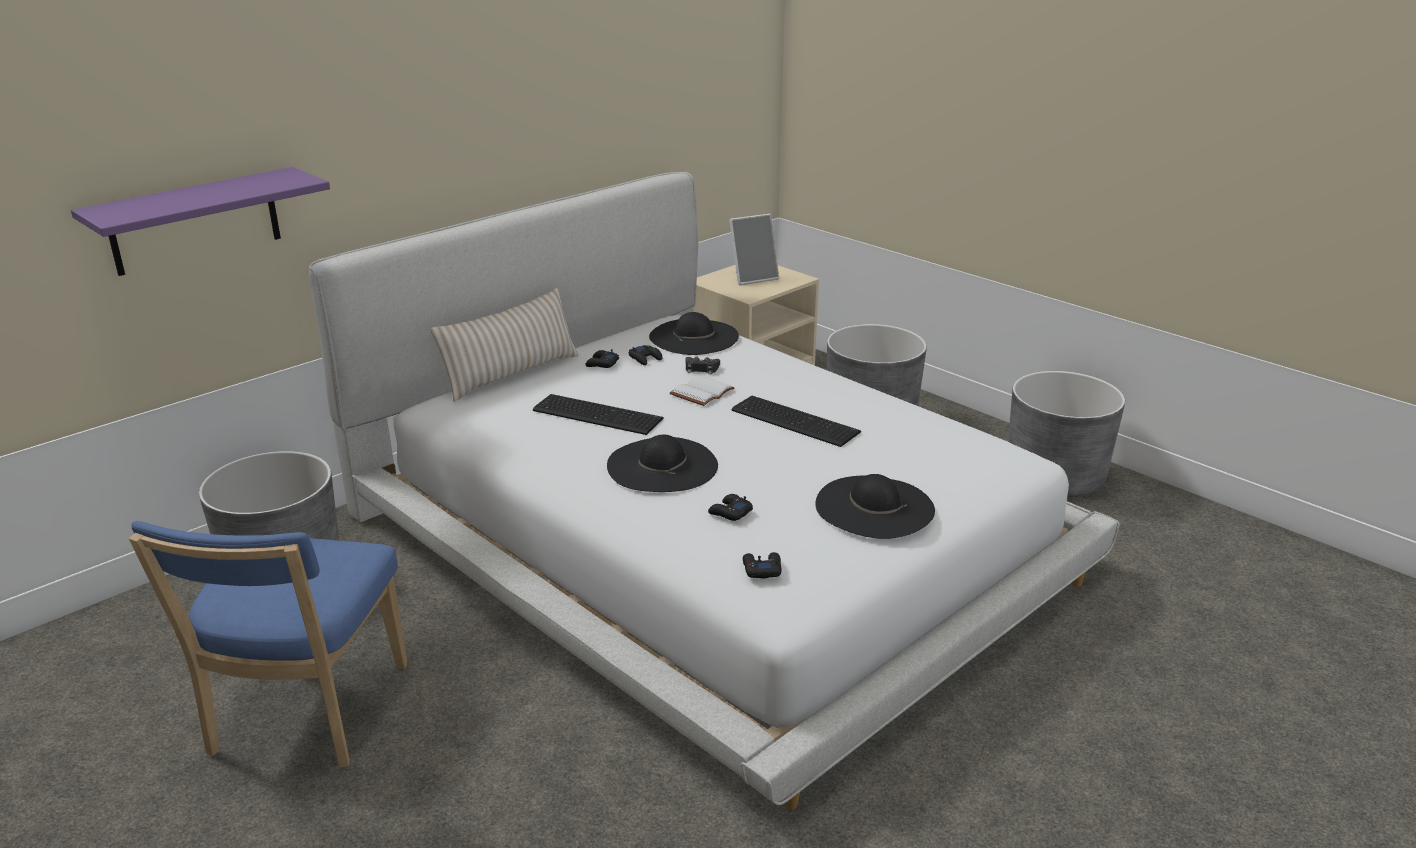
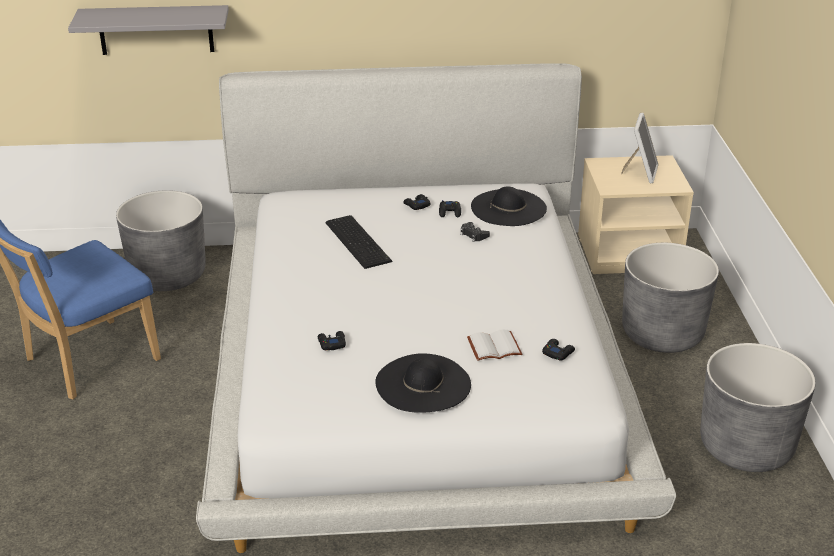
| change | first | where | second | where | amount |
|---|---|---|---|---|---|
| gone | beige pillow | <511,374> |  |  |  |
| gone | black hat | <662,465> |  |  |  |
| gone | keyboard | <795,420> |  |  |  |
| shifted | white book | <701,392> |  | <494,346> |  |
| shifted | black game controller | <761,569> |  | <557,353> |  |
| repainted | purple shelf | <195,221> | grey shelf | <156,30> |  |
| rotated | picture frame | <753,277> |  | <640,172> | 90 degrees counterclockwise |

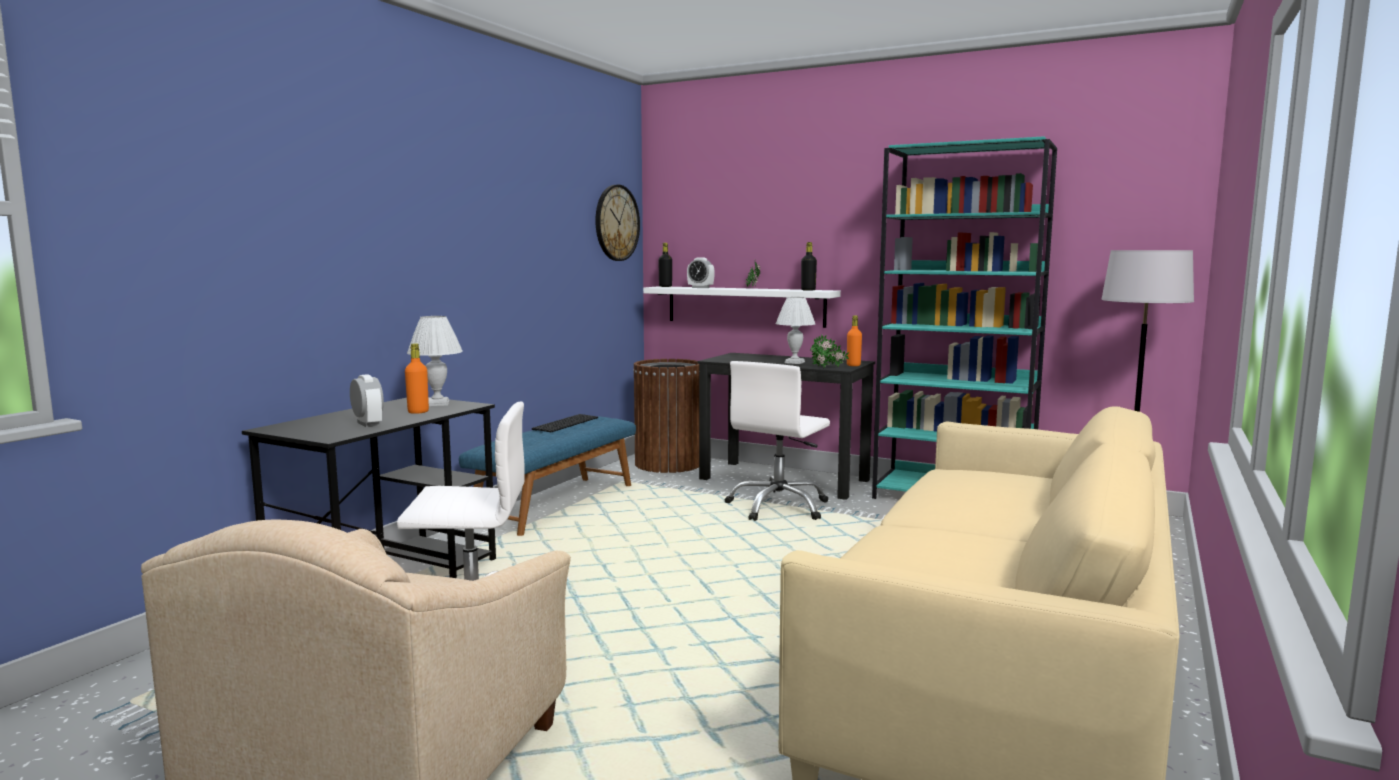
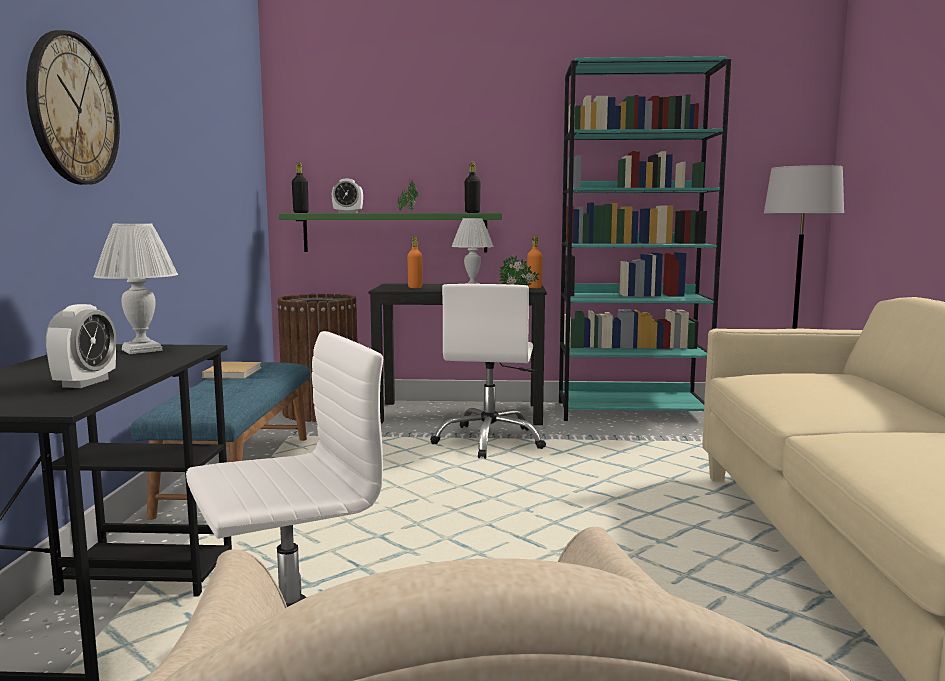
| change | first | where | second | where | amount |
|---|---|---|---|---|---|
| shifted | orange bottle | <418,412> |  | <415,287> |  |
| shifted | wall clock | <616,223> |  | <73,109> |  |
| swapped | keyboard | <565,423> | beige book | <233,372> |  |
| repainted | white shelf | <745,306> | green shelf | <395,232> |  |
| rotated | alarm clock | <368,424> |  | <85,383> | 75 degrees clockwise |

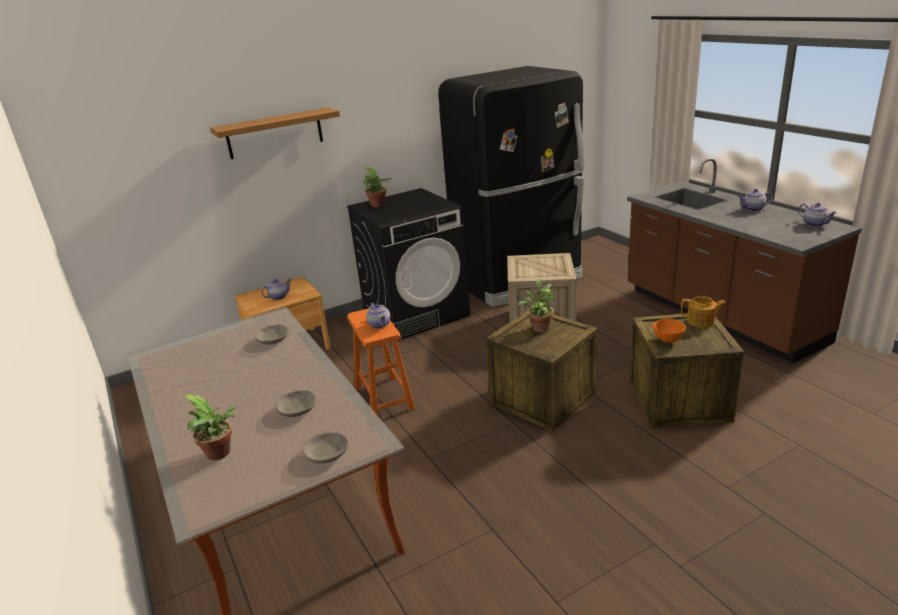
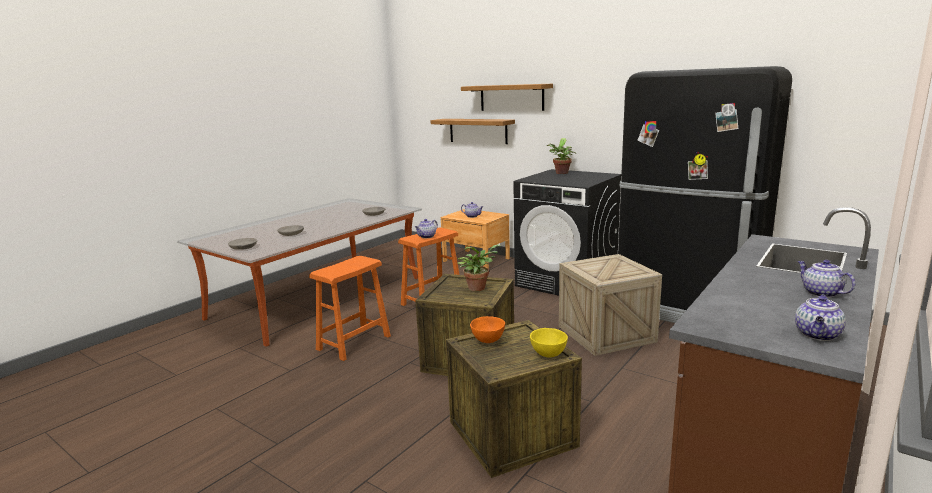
| change | first | where | second | where | amount |
|---|---|---|---|---|---|
| gone | potted plant | <220,454> |  |  |  |
| new |  |  | orange stool | <354,343> |  |
| new |  |  | shelf | <478,131> |  |
| swapped | teapot | <701,321> | yellow bowl | <548,354> |  |

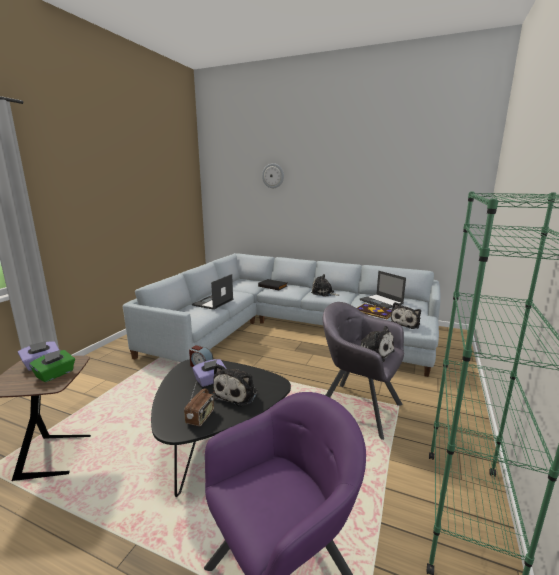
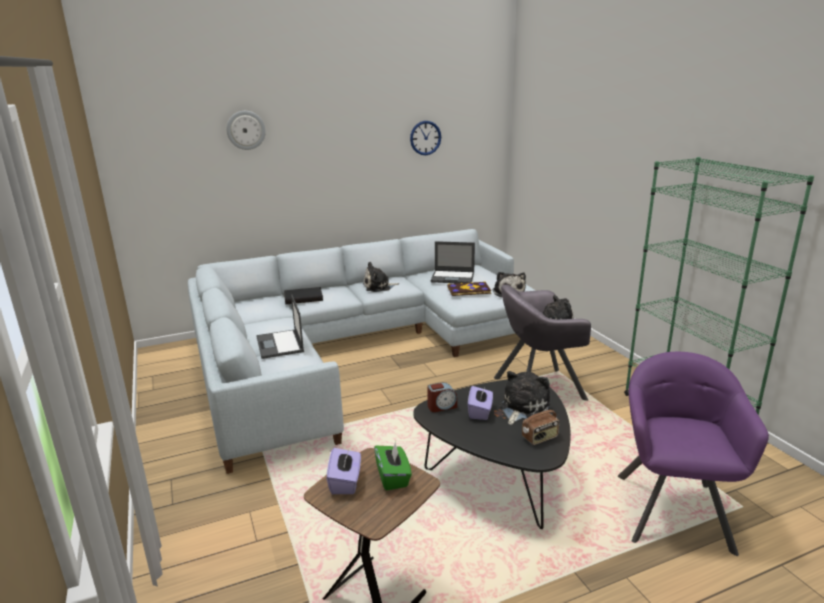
| change | first | where | second | where | amount |
|---|---|---|---|---|---|
| new |  |  | wall clock | <425,138> |  |
| rotated | radio | <200,417> |  | <540,438> | 90 degrees clockwise |
| rotated | plush toy | <237,393> |  | <522,408> | 120 degrees counterclockwise |

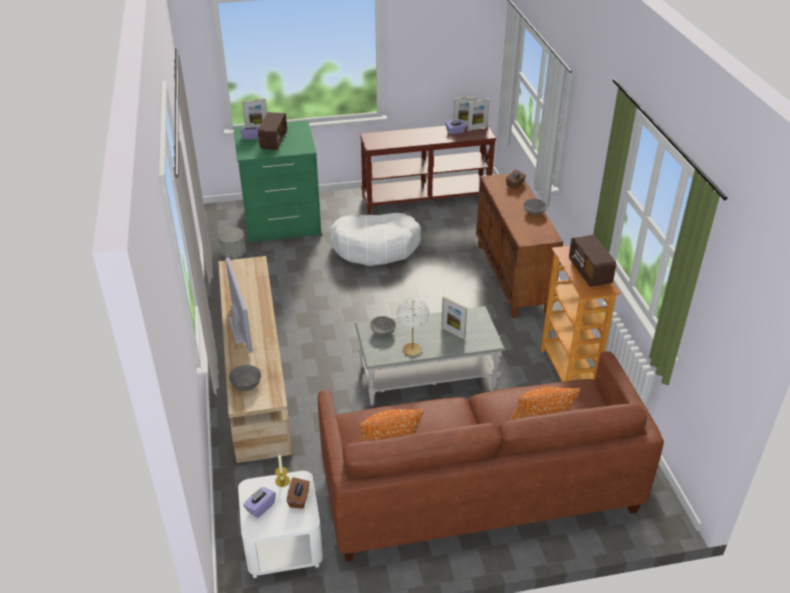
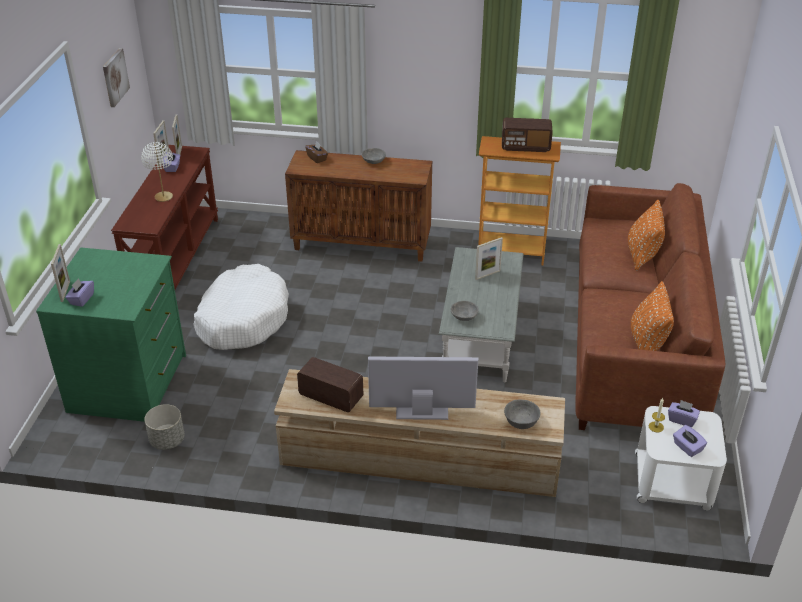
| change | first | where | second | where | amount |
|---|---|---|---|---|---|
| new |  |  | picture | <114,77> |  |
| shifted | radio | <273,141> |  | <331,397> |  |
| shifted | white table lamp | <412,350> |  | <164,197> |  |
| repainted | brown tissue box | <299,499> | purple tissue box | <682,419> |  |

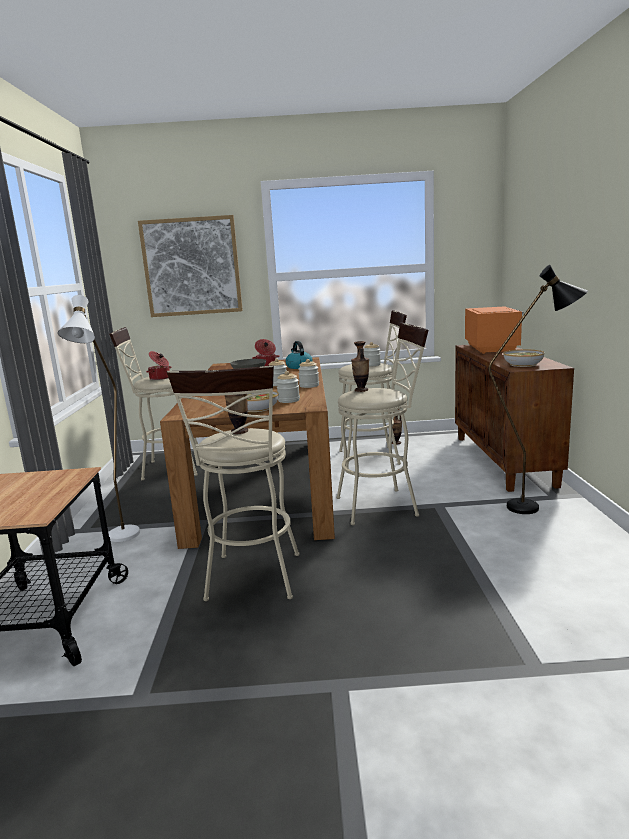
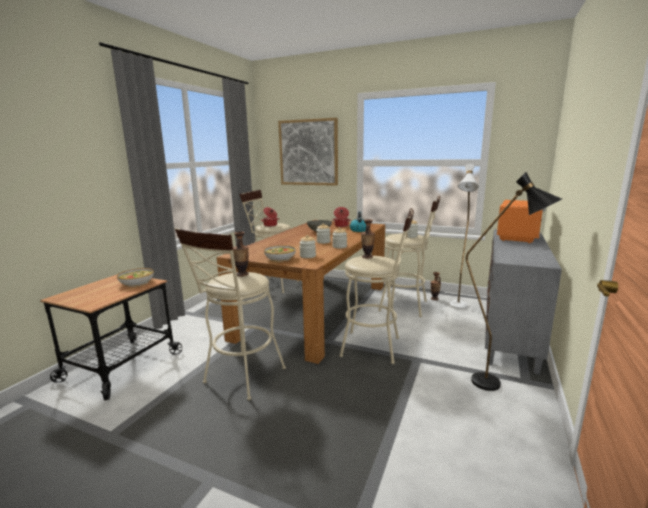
| change | first | where | second | where | amount |
|---|---|---|---|---|---|
| shifted | white floor lamp | <121,540> |  | <458,308> |  |
| shifted | bowl | <523,364> |  | <136,283> |  |
| repainted | brown cabinet | <504,460> | grey cabinet | <510,335> |  |

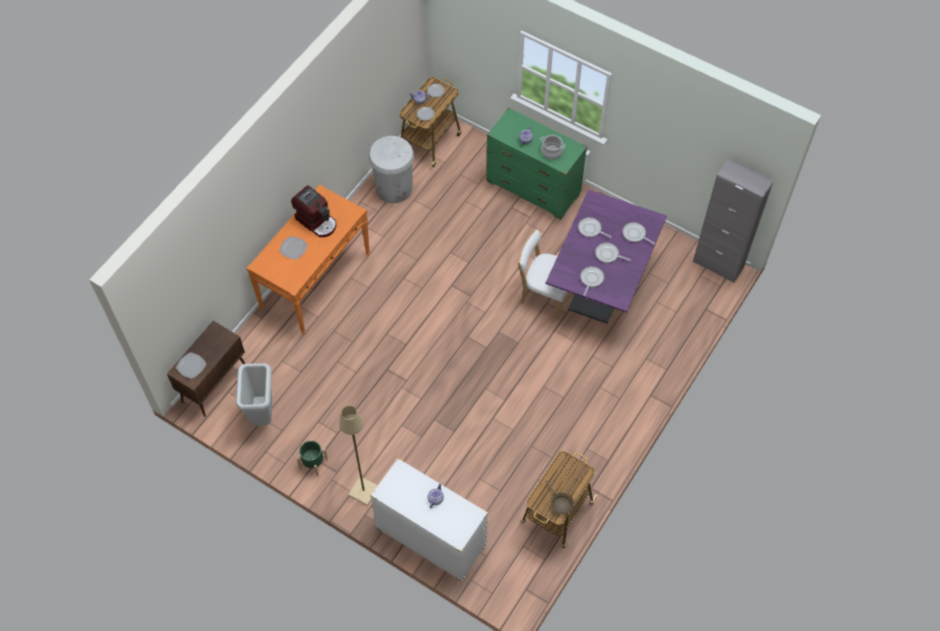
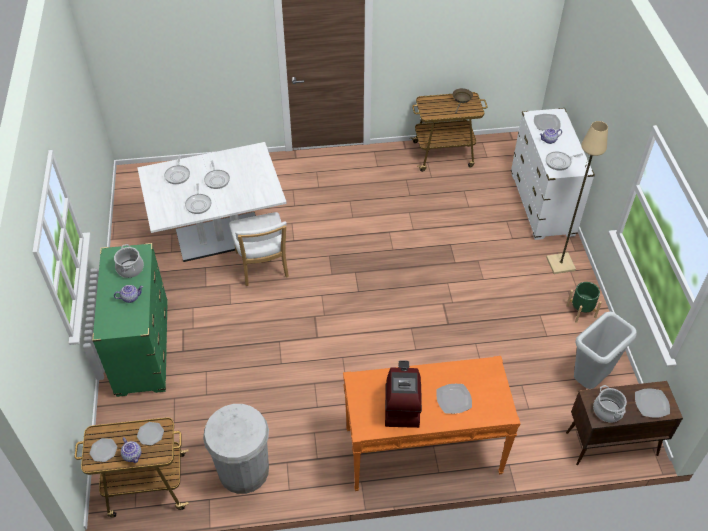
| change | first | where | second | where | amount |
|---|---|---|---|---|---|
| gone | grey cabinet | <718,265> |  |  |  |
| new |  |  | plate | <547,123> |  |
| new |  |  | cooking pot | <607,411> |  |
| shifted | frying pan | <591,279> |  | <559,162> |  |
| repainted | purple dining table | <600,286> | white dining table | <219,237> |  |

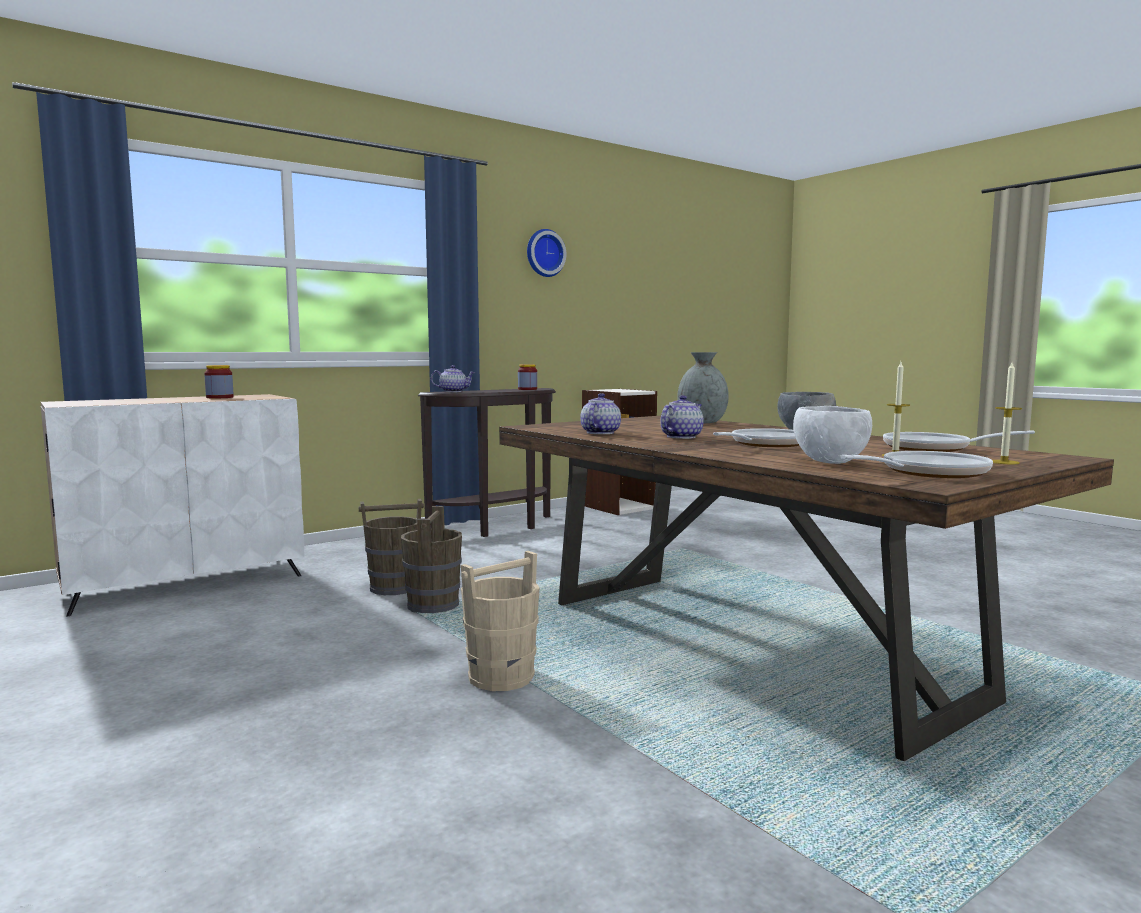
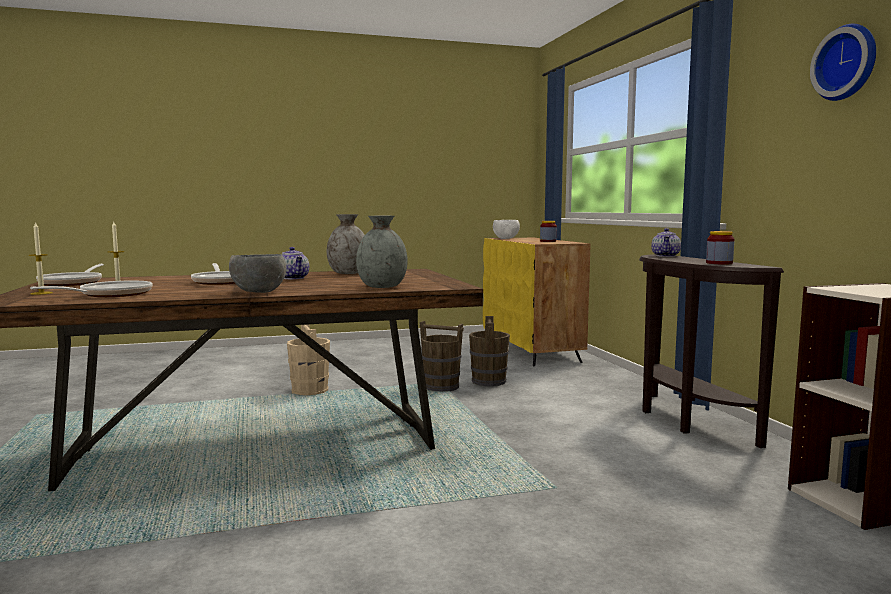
| change | first | where | second | where | amount |
|---|---|---|---|---|---|
| shifted | white bowl | <829,461> |  | <506,238> |  |
| swapped | teapot | <600,433> | grey vase | <348,273> |  |
| repainted | white cabinet | <187,583> | yellow cabinet | <531,350> |  |

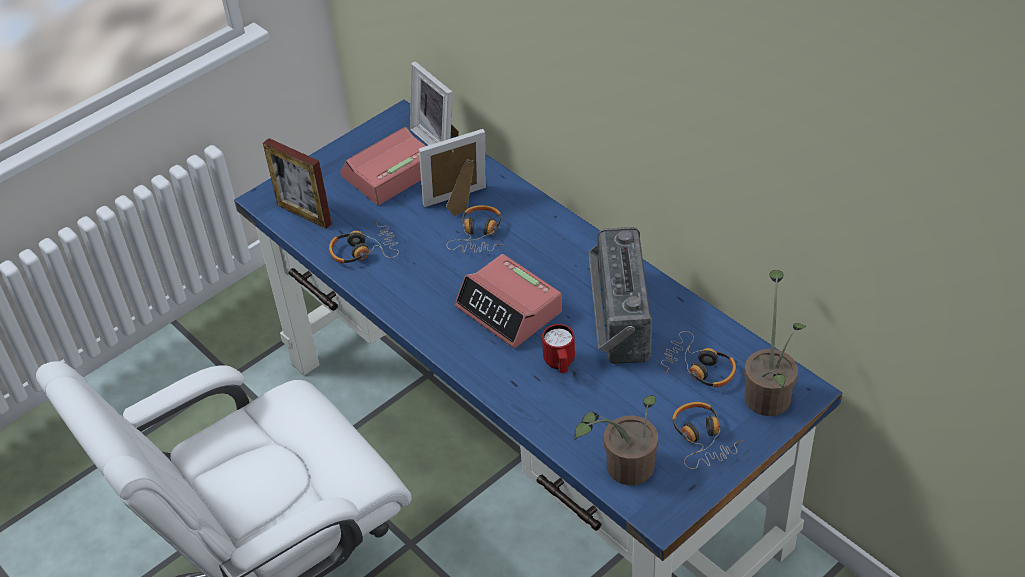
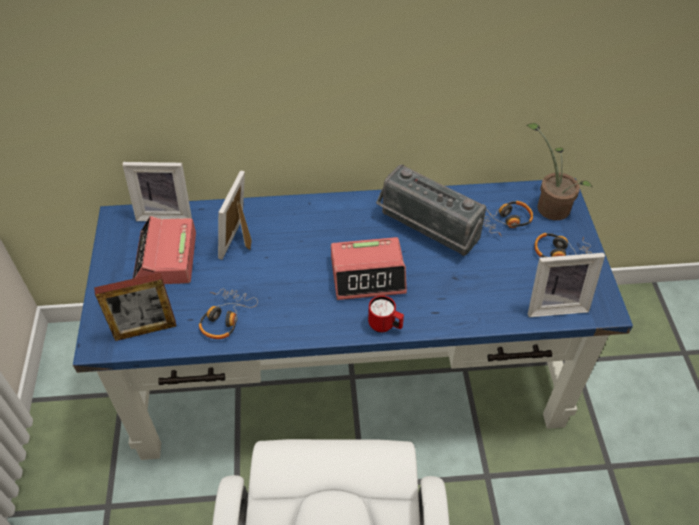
| change | first | where | second | where | amount |
|---|---|---|---|---|---|
| gone | headphones | <479,235> |  |  |  |
| shifted | red mug | <560,364> |  | <385,326> |  |
| swapped | potted plant | <623,469> | picture frame | <555,304> |  |

